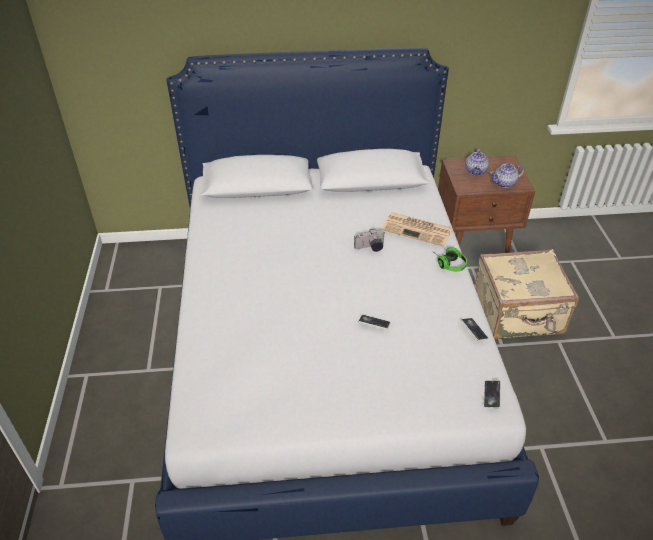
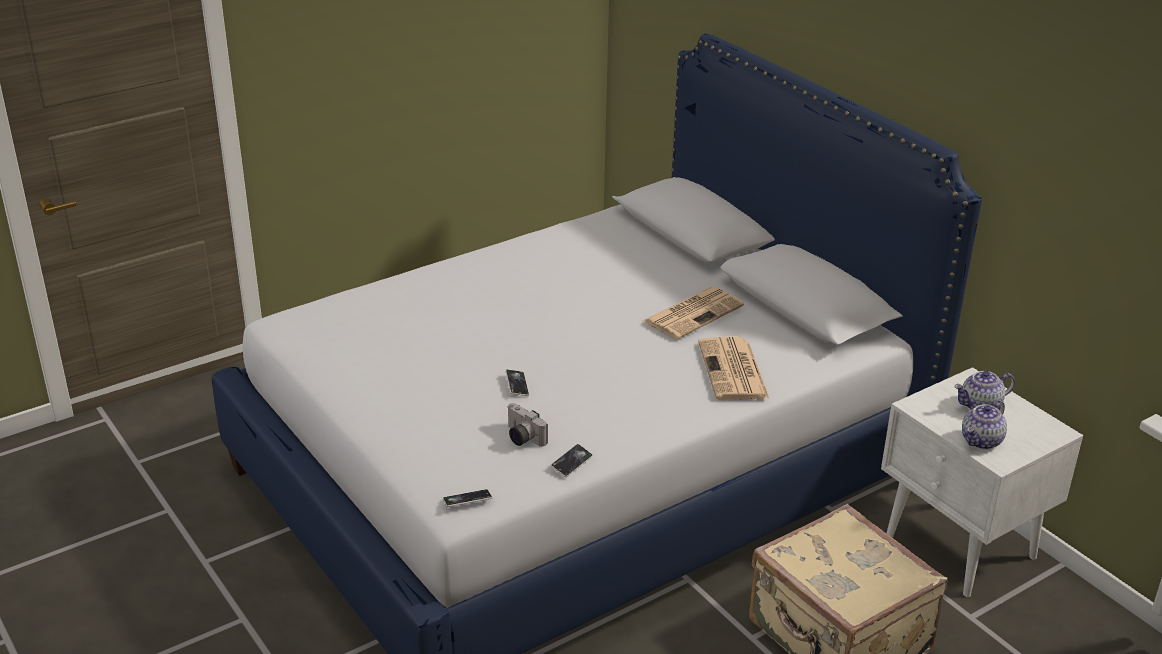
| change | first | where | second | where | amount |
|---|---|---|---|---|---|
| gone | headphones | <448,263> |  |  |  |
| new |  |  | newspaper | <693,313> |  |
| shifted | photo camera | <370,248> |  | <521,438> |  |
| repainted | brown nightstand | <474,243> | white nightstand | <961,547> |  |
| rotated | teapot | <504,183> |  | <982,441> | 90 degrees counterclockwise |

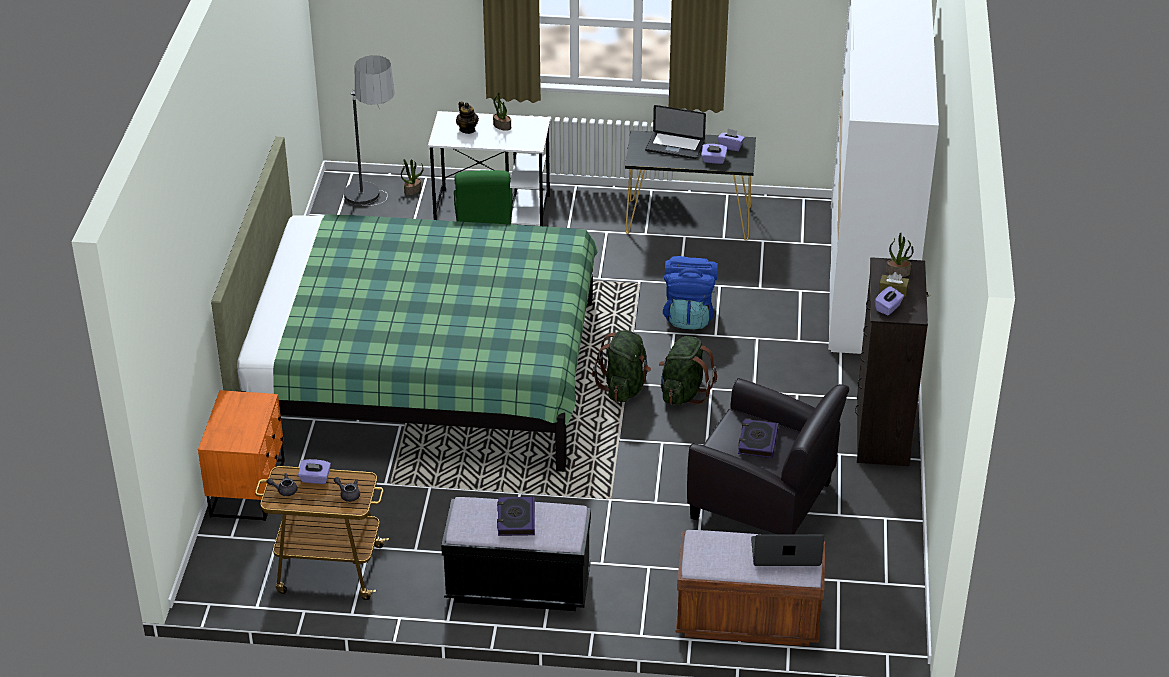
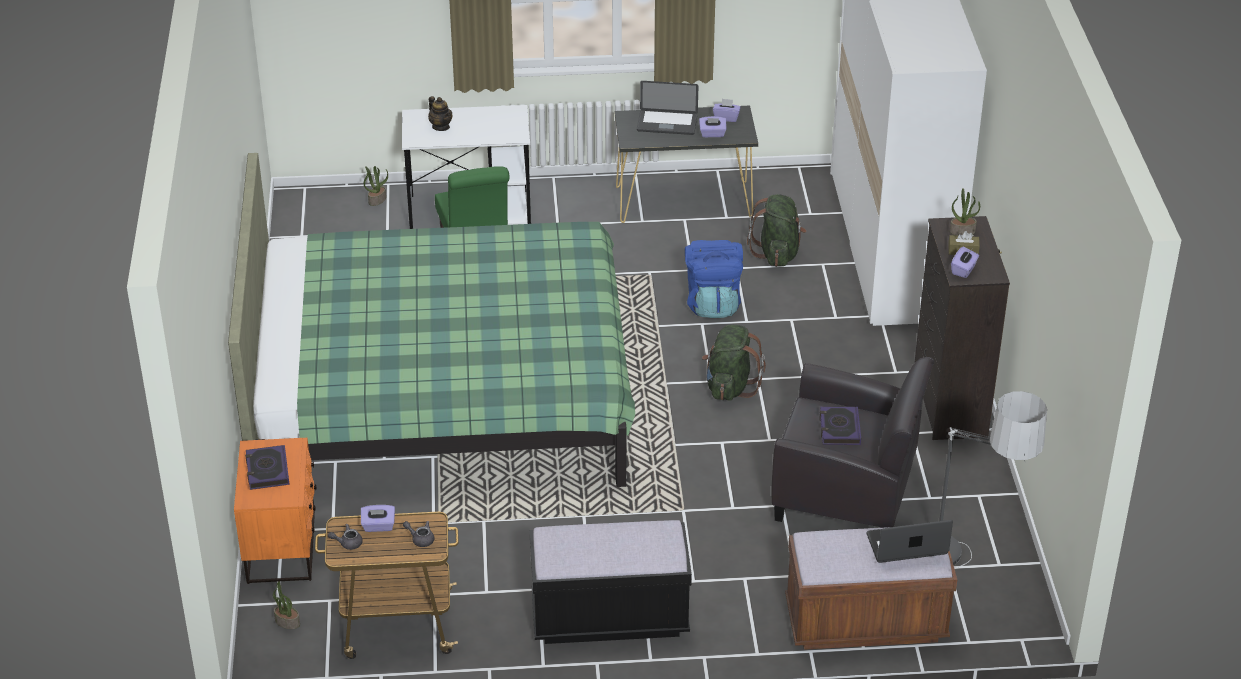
| change | first | where | second | where | amount |
|---|---|---|---|---|---|
| shifted | floor lamp | <374,210> |  | <965,575> |  |
| shifted | potted plant | <501,126> |  | <287,622> |  |
| shifted | book | <516,519> |  | <267,471> |  |
| shifted | green backpack | <624,387> |  | <777,253> |  |

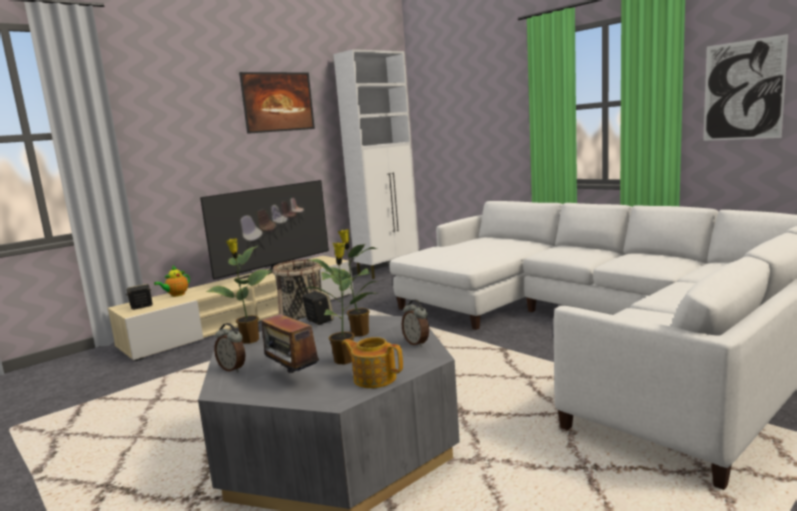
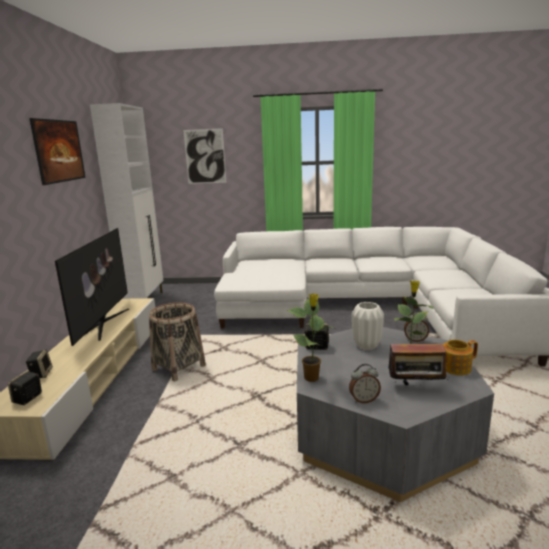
| change | first | where | second | where | amount |
|---|---|---|---|---|---|
| shifted | picture | <743,90> |  | <205,156> |  |
| swapped | teapot | <176,295> | speaker | <41,374> |  |
| swapped | potted plant | <358,333> | white vase | <367,346> |  |

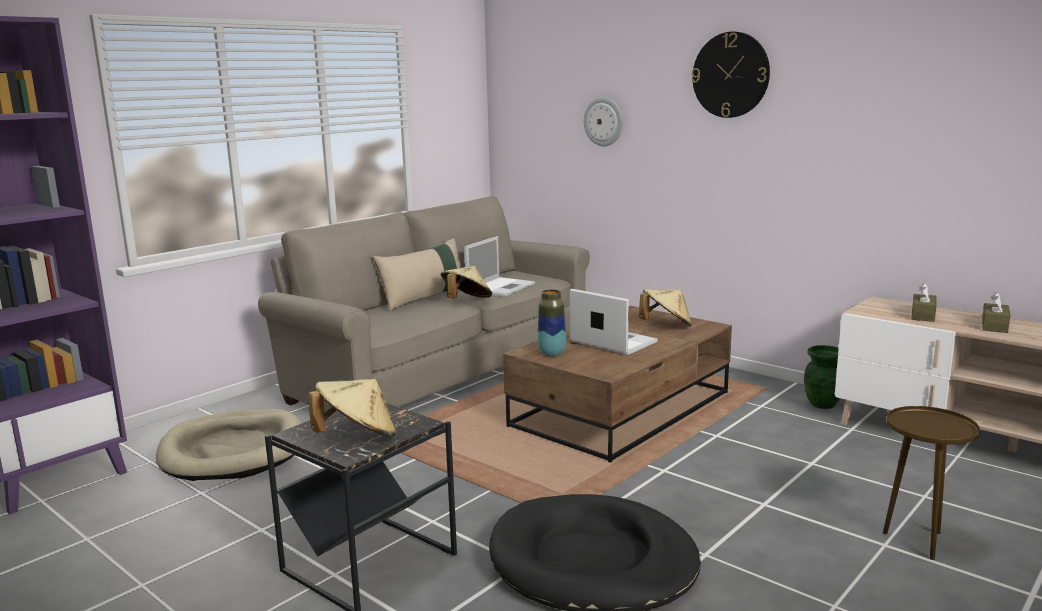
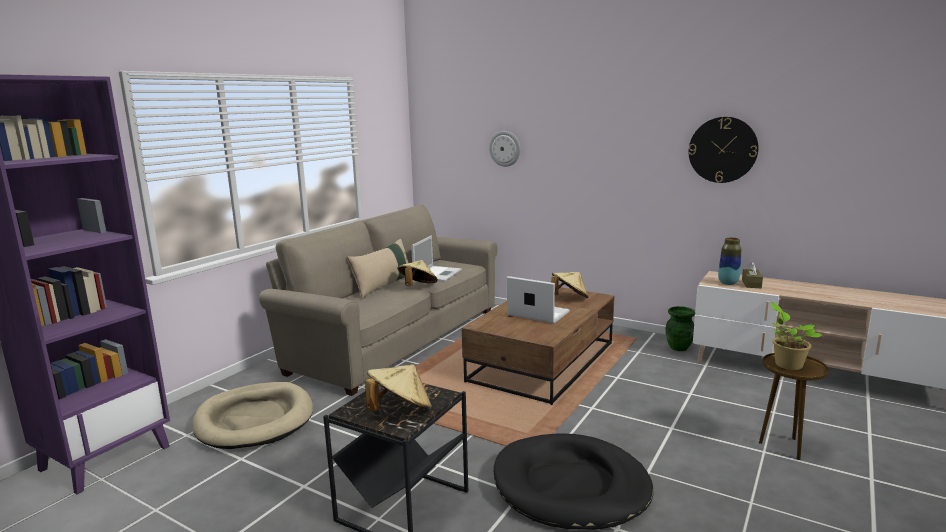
| change | first | where | second | where | amount |
|---|---|---|---|---|---|
| gone | brown tissue box | <994,326> |  |  |  |
| new |  |  | potted plant | <786,364> |  |
| shifted | vase | <552,353> |  | <728,283> |  |
| shifted | wall clock | <730,75> |  | <722,150> |  |

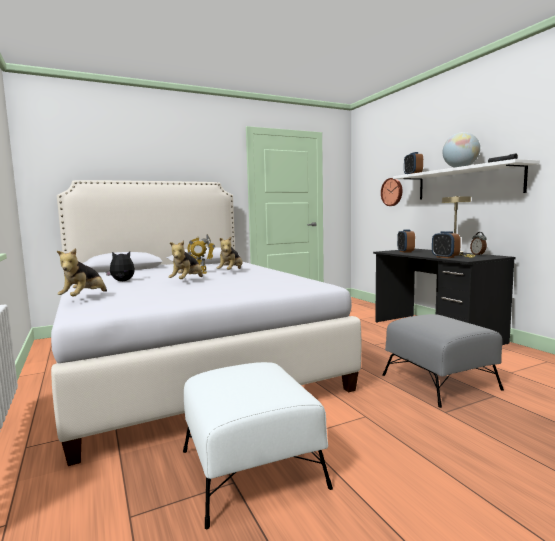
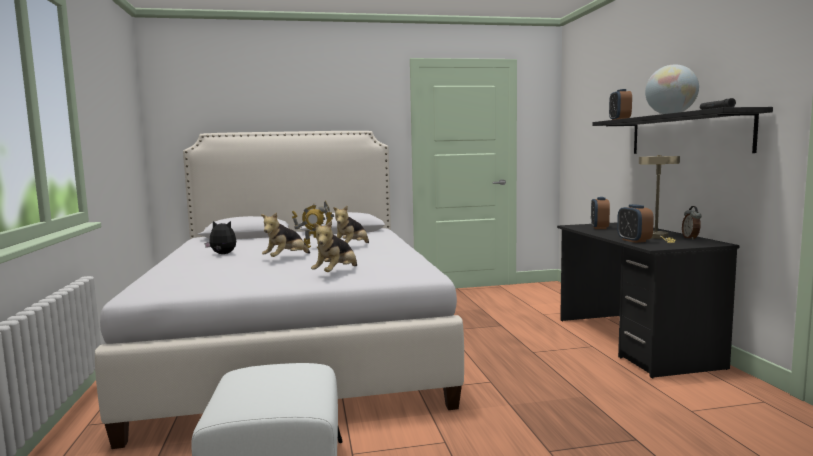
| change | first | where | second | where | amount |
|---|---|---|---|---|---|
| gone | wall clock | <392,192> |  |  |  |
| gone | grey ottoman | <440,382> |  |  |  |
| shifted | plush toy | <84,298> |  | <336,273> |  |
| repainted | white shelf | <466,183> | black shelf | <687,134> |  |

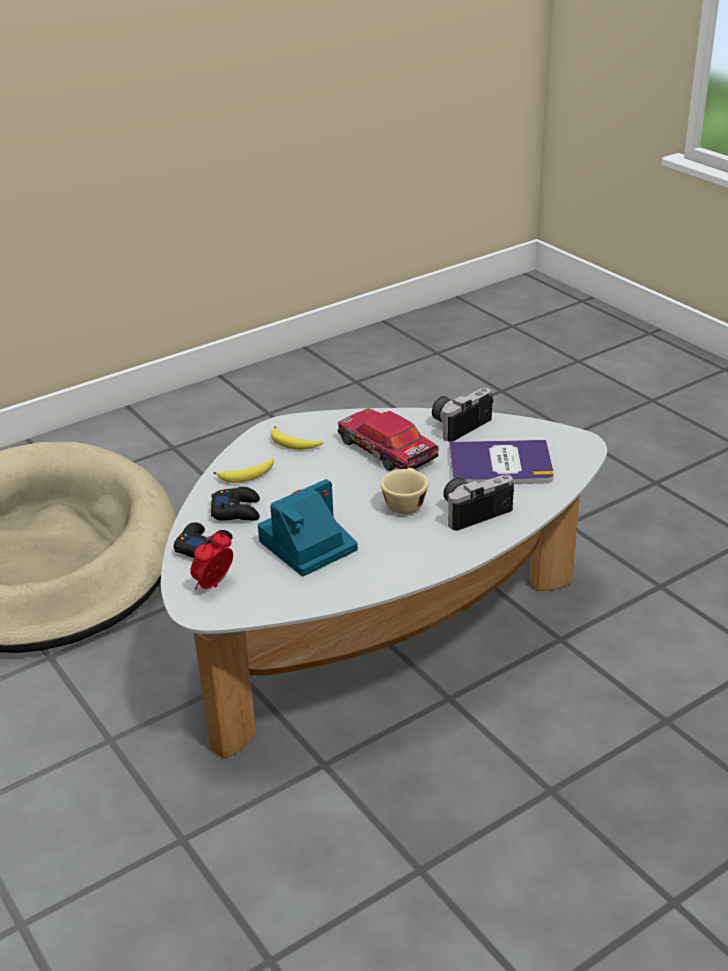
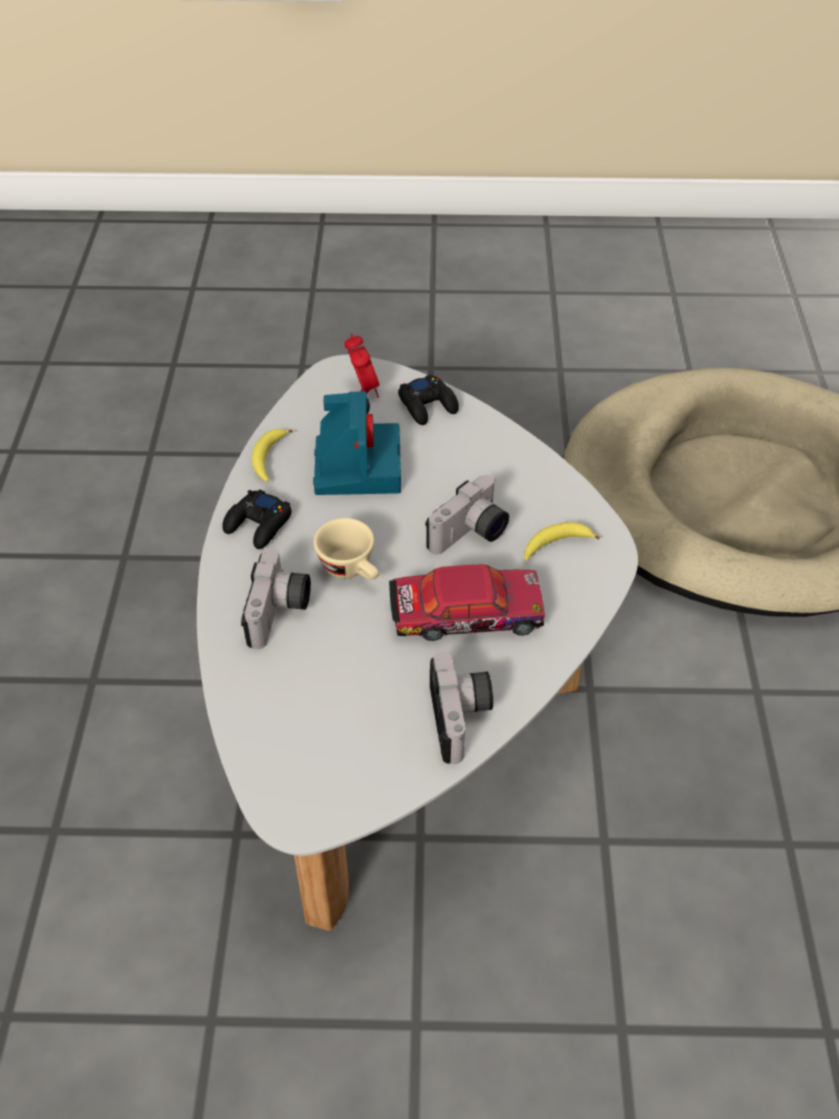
| change | first | where | second | where | amount |
|---|---|---|---|---|---|
| gone | book | <500,464> |  |  |  |
| new |  |  | photo camera | <471,535> |  |
| shifted | black game controller | <237,511> |  | <258,525> |  |
| shifted | banana | <247,475> |  | <269,459> |  |

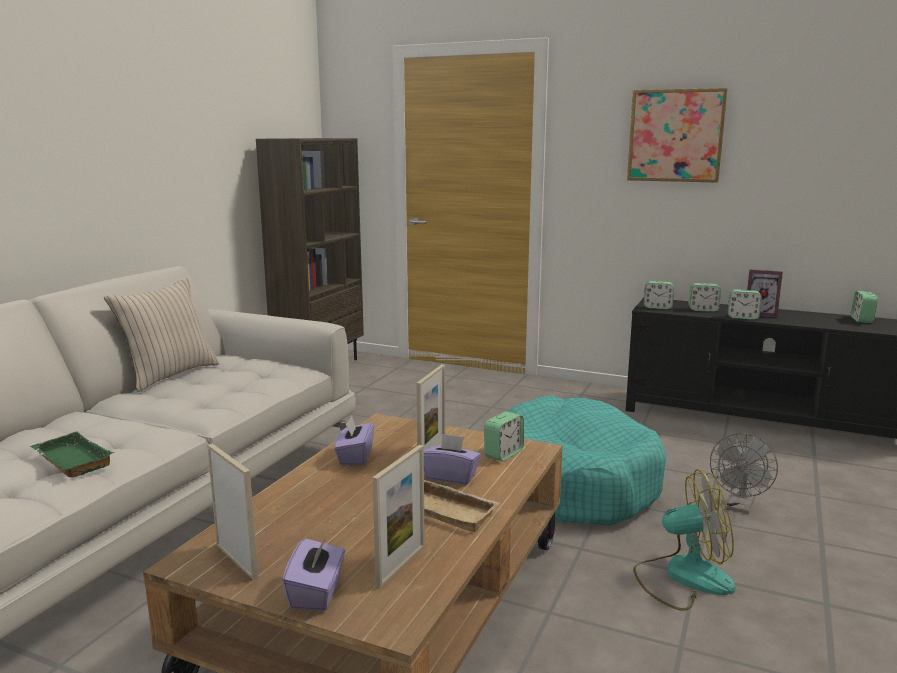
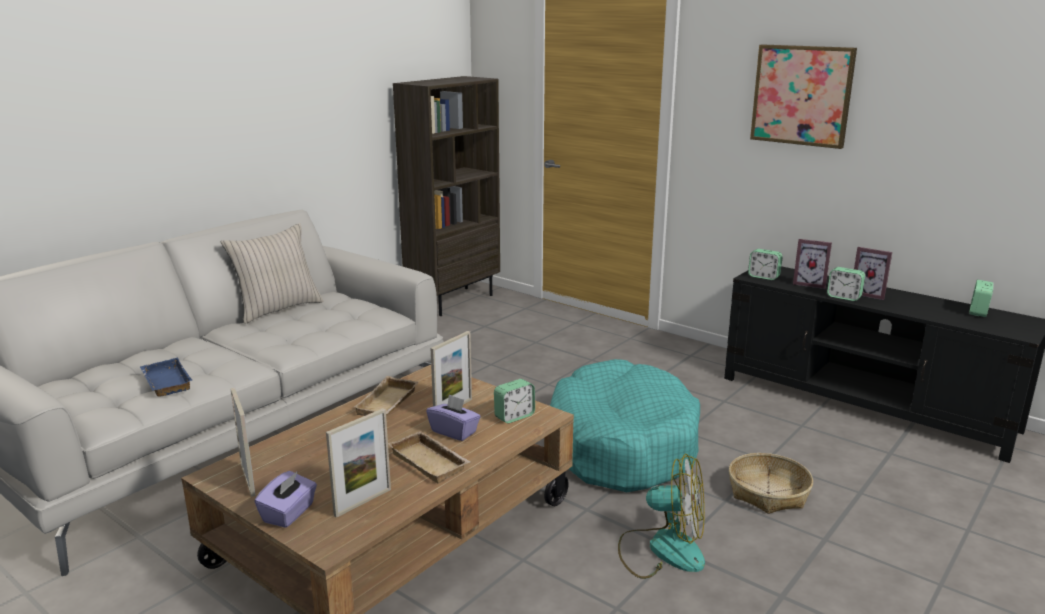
| change | first | where | second | where | amount |
|---|---|---|---|---|---|
| swapped | purple tissue box | <355,457> | beige tray | <388,403> |  |
| swapped | alarm clock | <703,310> | picture frame | <810,284> |  |
| swapped | grey fan | <739,507> | basket | <768,493> |  |
| repainted | green tray | <69,461> | blue tray | <164,382> |  |

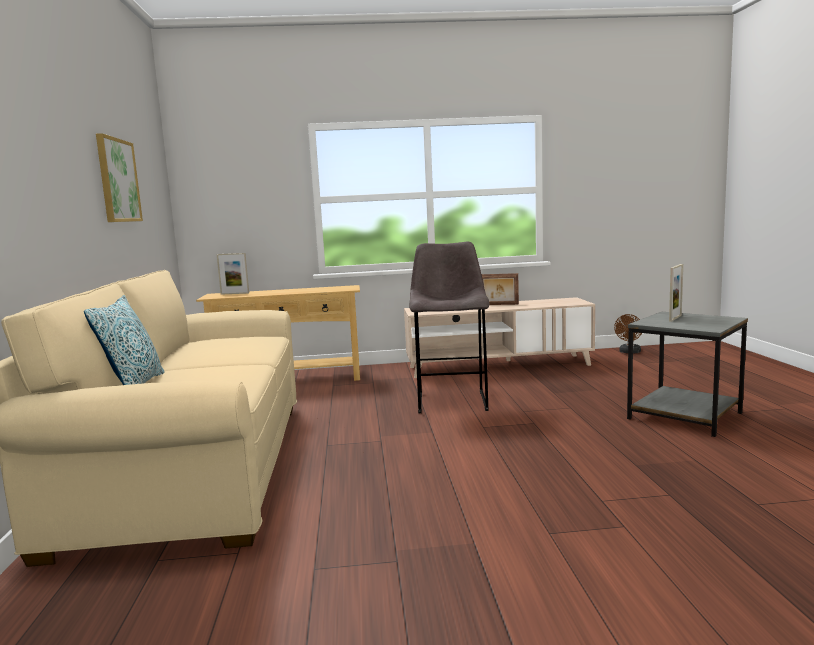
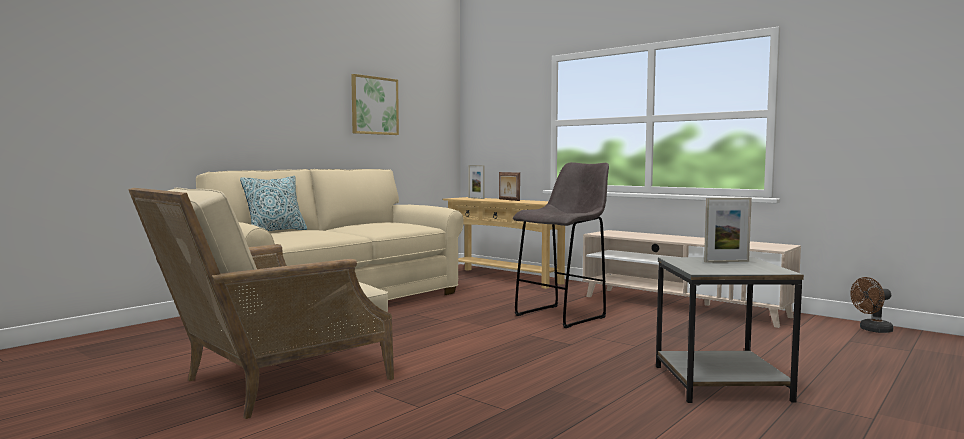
| change | first | where | second | where | amount |
|---|---|---|---|---|---|
| new |  |  | beige armchair | <271,383> |  |
| shifted | picture frame | <499,304> |  | <508,200> |  |

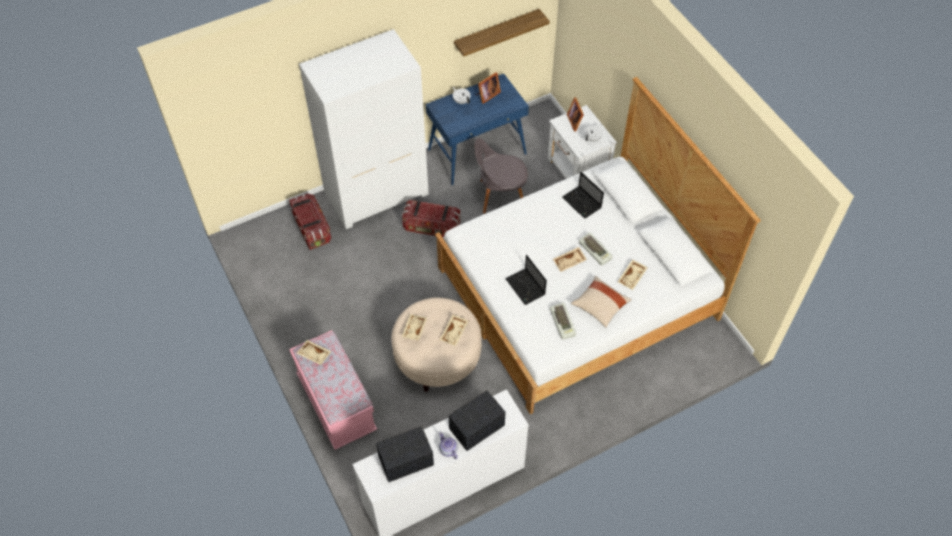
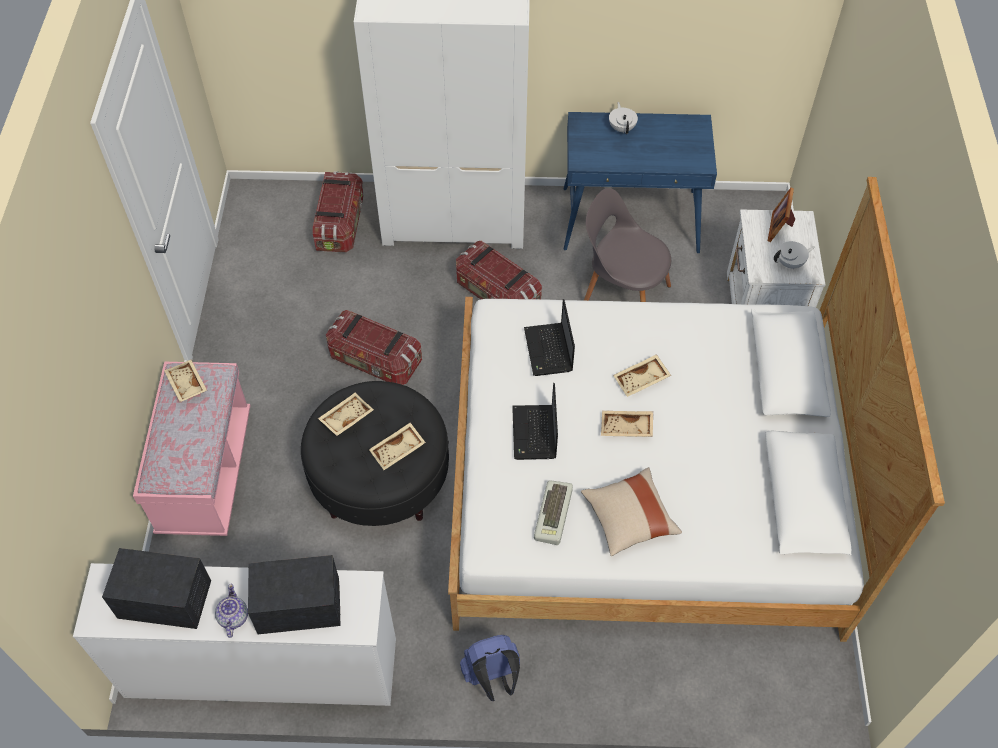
| change | first | where | second | where | amount |
|---|---|---|---|---|---|
| gone | shelf | <496,33> |  |  |  |
| gone | picture frame | <487,95> |  |  |  |
| gone | keyboard | <596,250> |  |  |  |
| new |  |  | storage box | <374,361> |  |
| new |  |  | blue backpack | <492,677> |  |
| shifted | laptop | <582,203> |  | <549,351> |  |
| shifted | beige tray | <632,277> |  | <641,380> |  |
| repainted | beige ottoman | <438,358> | black ottoman | <380,479> |  |

